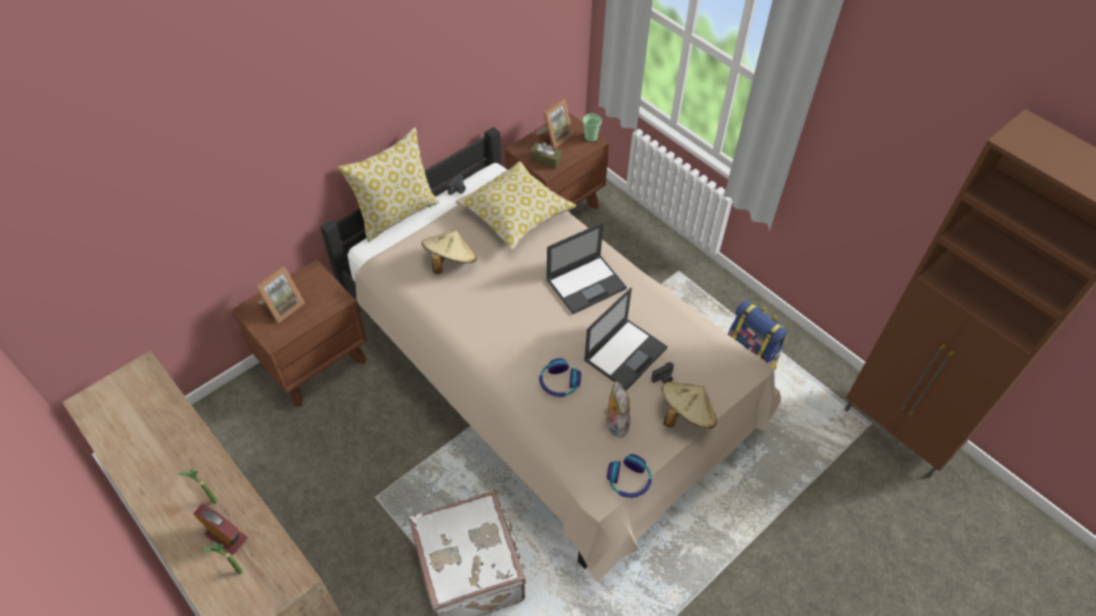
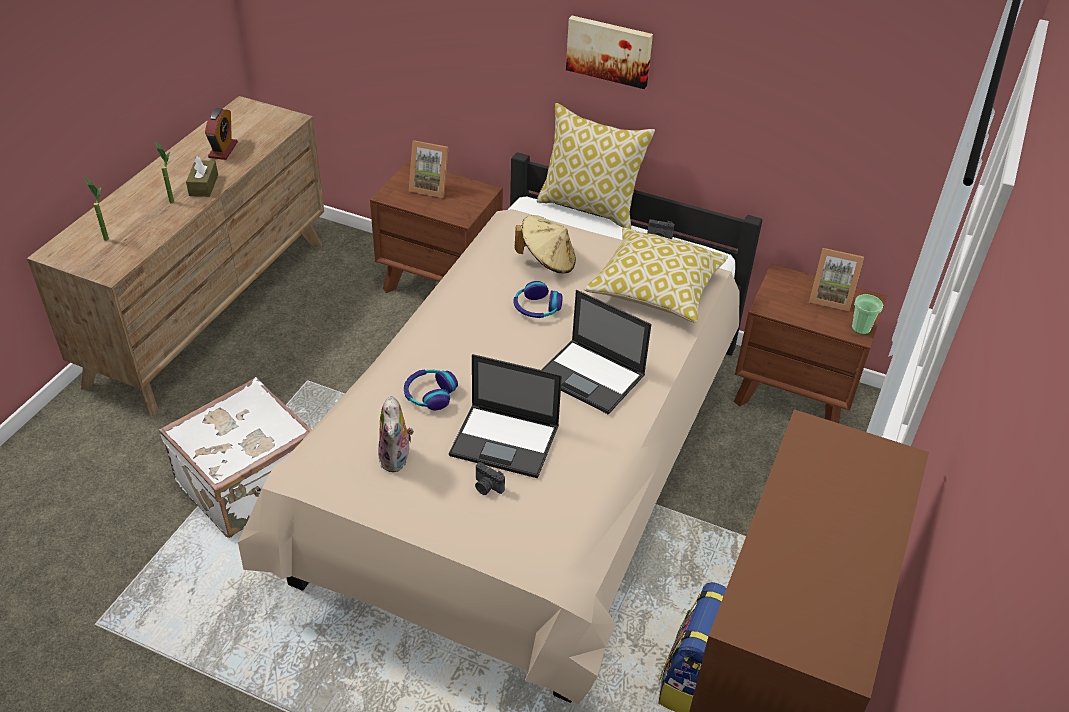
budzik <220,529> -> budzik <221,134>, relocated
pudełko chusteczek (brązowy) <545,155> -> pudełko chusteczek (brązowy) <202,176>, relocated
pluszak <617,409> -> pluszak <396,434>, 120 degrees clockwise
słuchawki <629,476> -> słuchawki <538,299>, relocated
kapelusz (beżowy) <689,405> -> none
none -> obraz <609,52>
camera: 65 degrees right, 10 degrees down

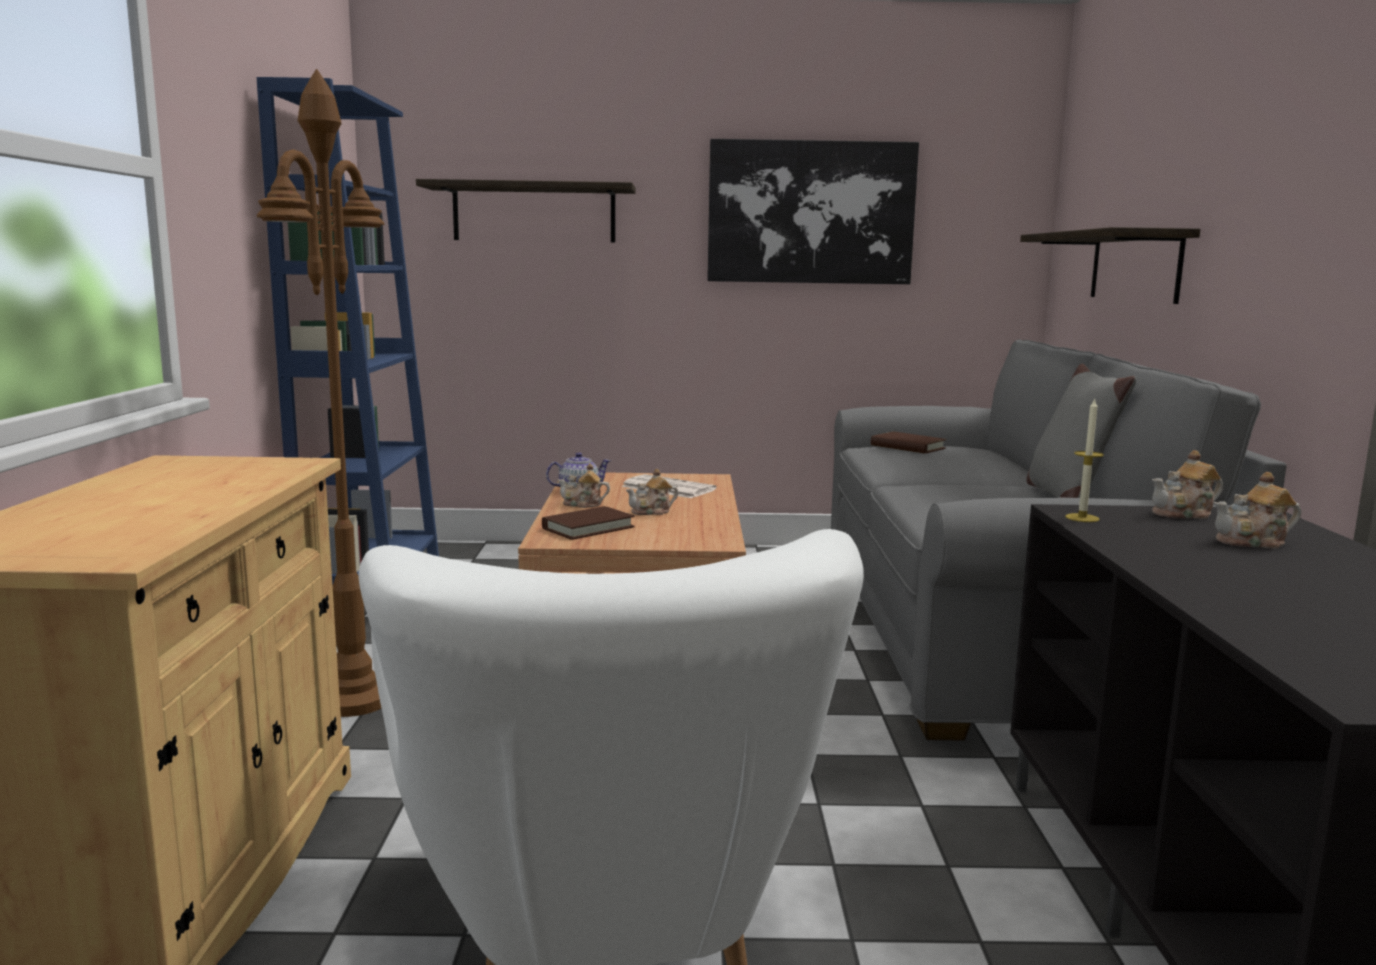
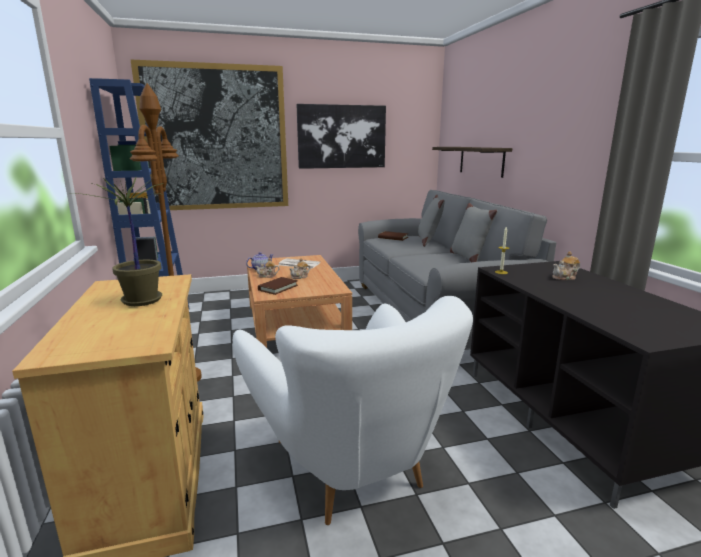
półka <526,210> -> obraz <209,134>
imbryk <1187,484> -> none
none -> roślina doniczkowa <120,241>
none -> poduszka (szary) <431,221>
camera: 15 degrees left, 5 degrees up

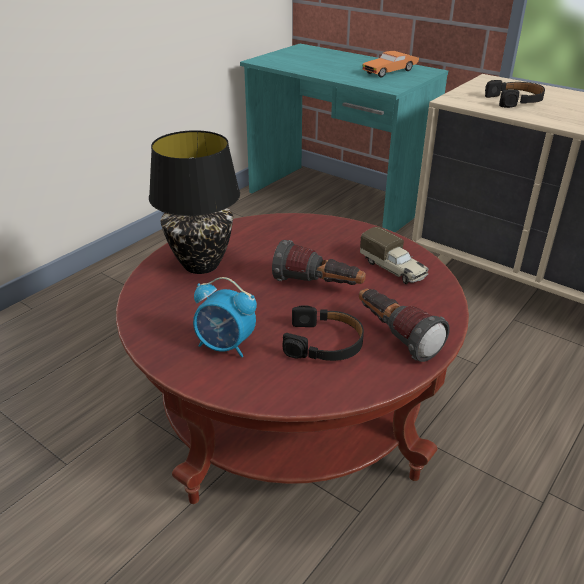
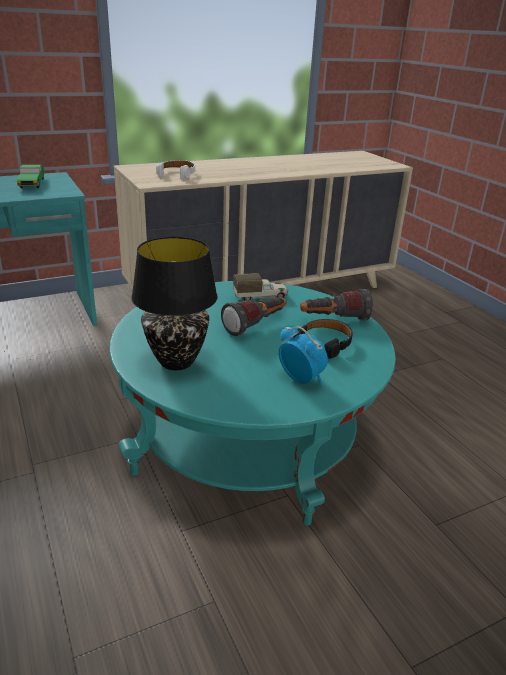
ława (czerwony) <292,358> -> ława (turkusowy) <253,403>
budzik <225,317> -> budzik <303,355>, 90 degrees counterclockwise
samochodzik (pomarańczowy) <391,64> -> samochodzik (zielony) <30,177>
słuchawki (czarny) <515,94> -> słuchawki (biały) <175,169>
camera: 65 degrees left, 5 degrees down

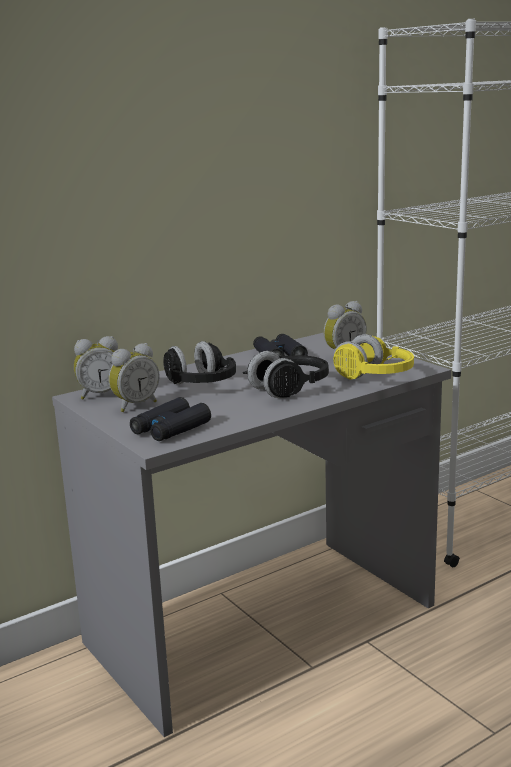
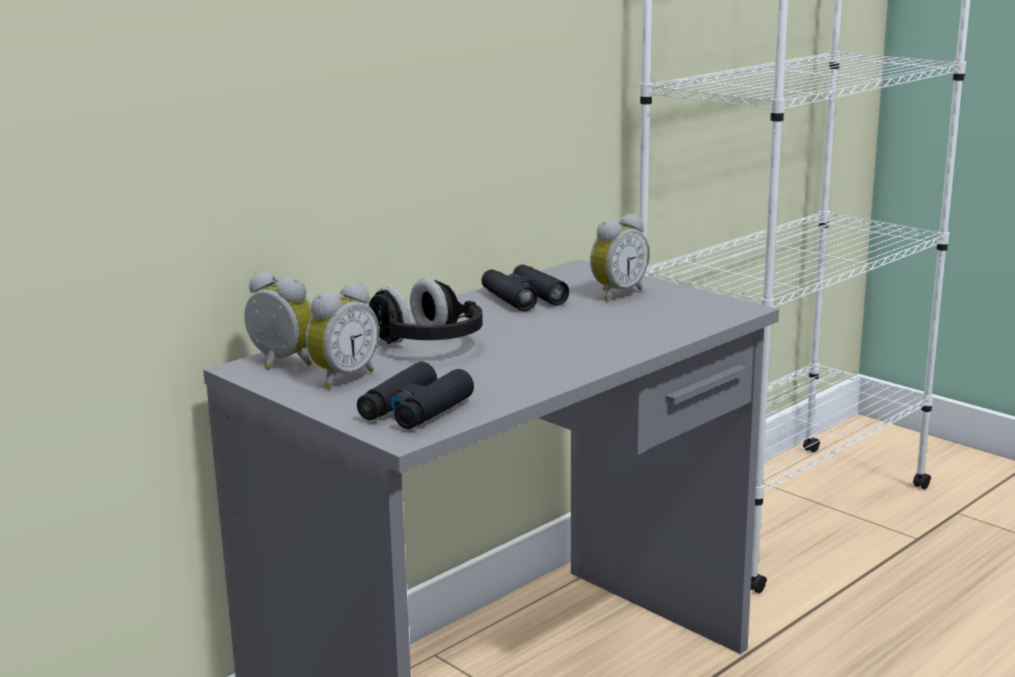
budzik <96,367> -> budzik <278,320>, 120 degrees counterclockwise
słuchawki (czarny) <286,374> -> none
słuchawki (żółty) <373,357> -> none
camera: 10 degrees left, 0 degrees up

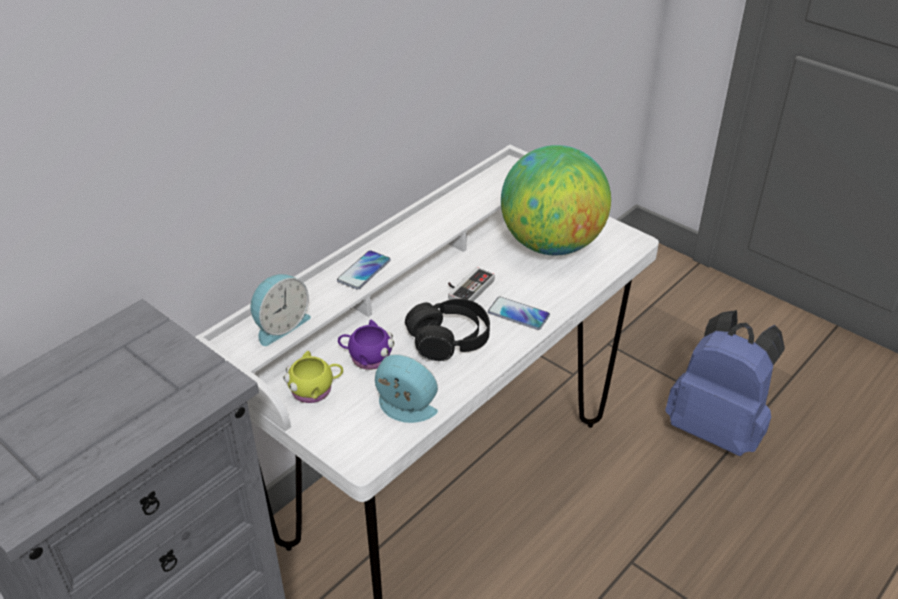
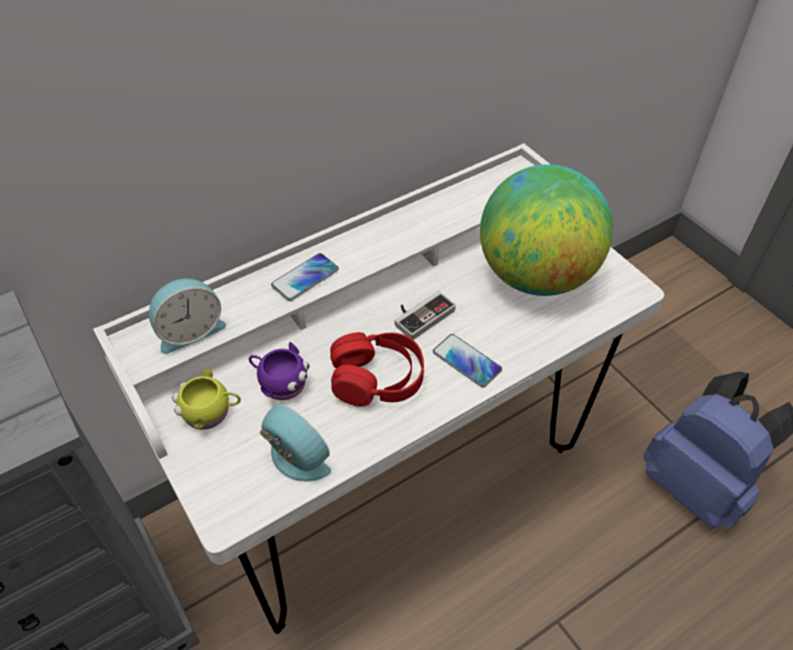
słuchawki (czarny) <447,330> -> słuchawki (czerwony) <377,369>
camera: 15 degrees right, 10 degrees up

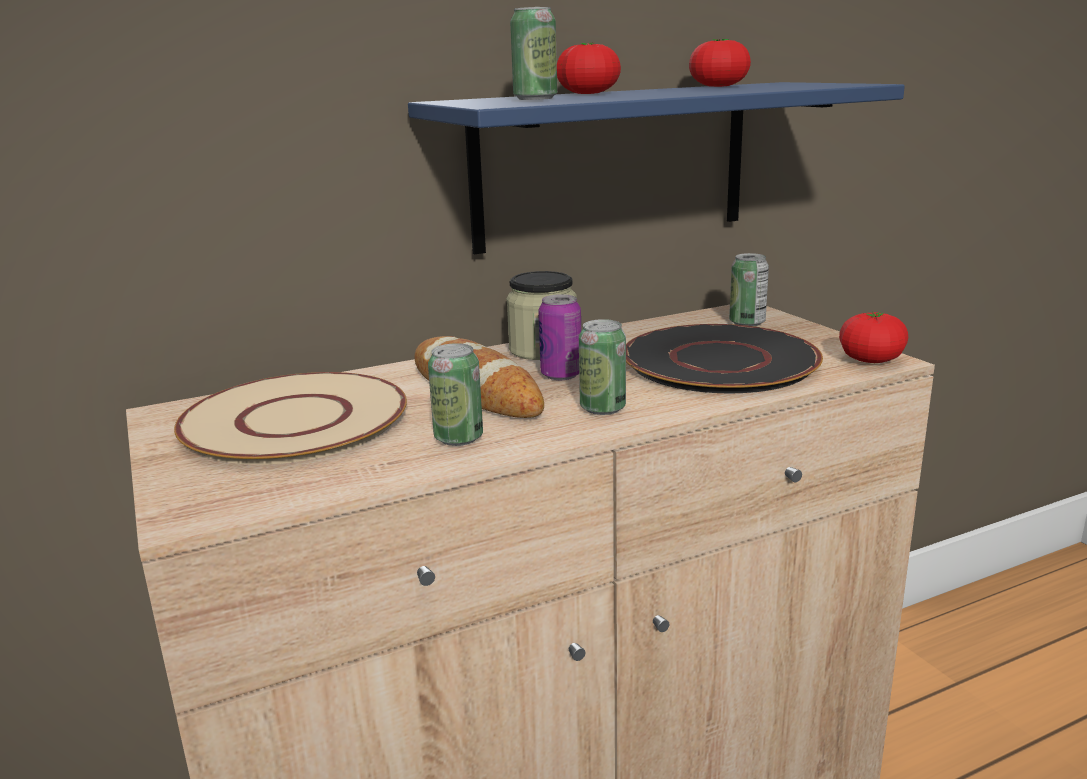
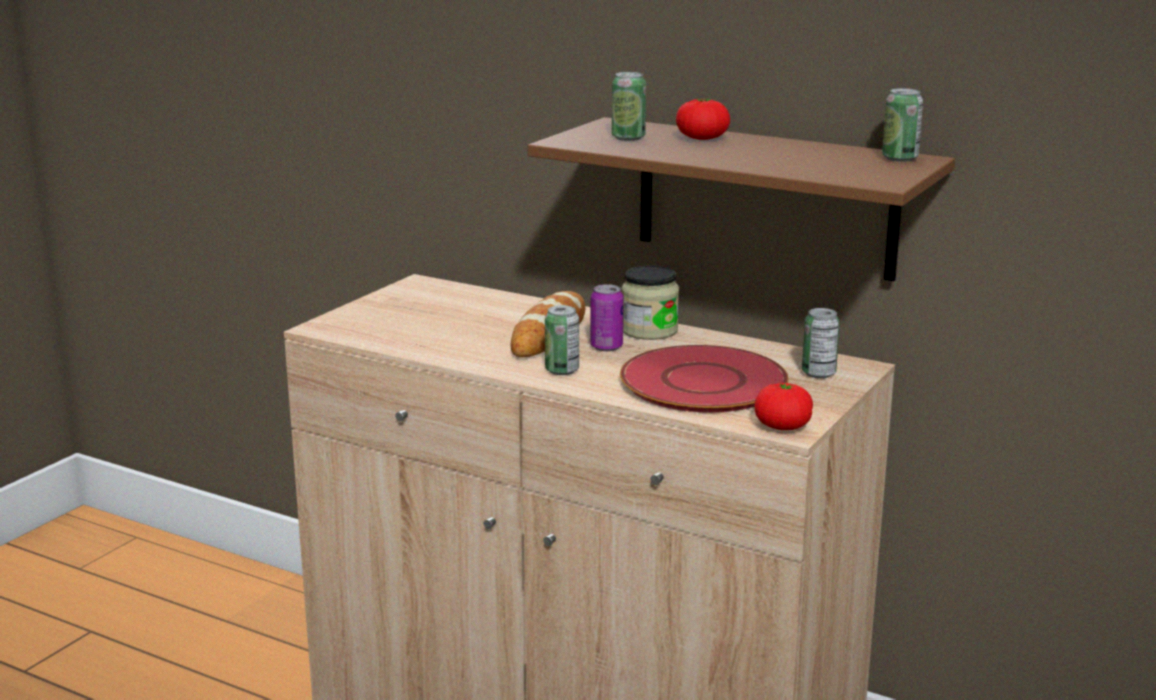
talerz (beżowy) <290,418> -> none
półka (niebieski) <656,168> -> półka (brązowy) <741,199>
puszka <455,394> -> puszka <902,125>, relocated
talerz (czarny) <724,358> -> talerz (czerwony) <704,378>
pomidor <720,63> -> none
camera: 55 degrees right, 0 degrees up

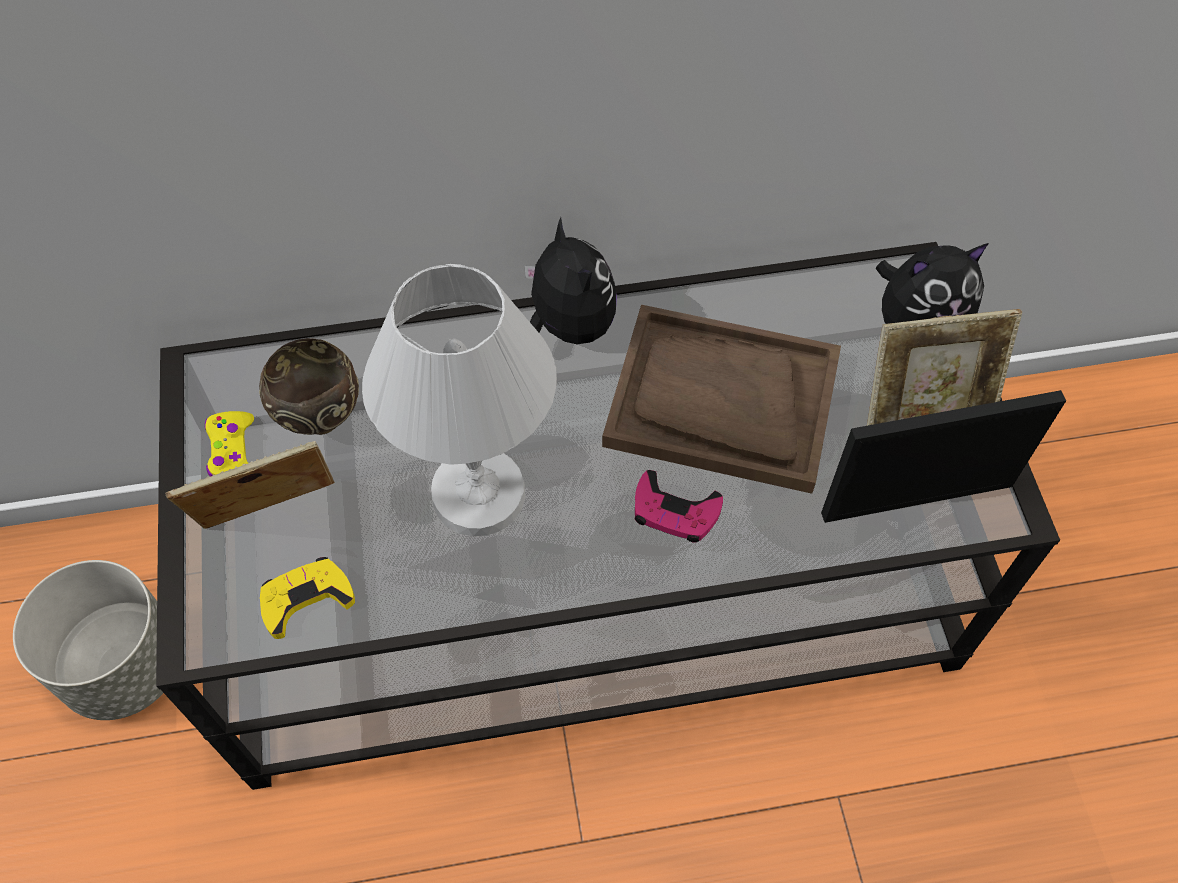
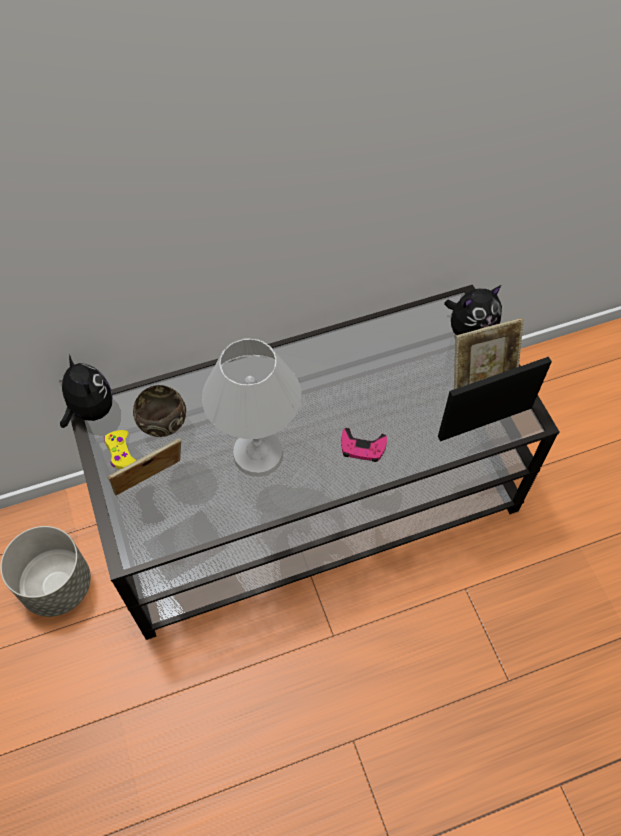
pad do gier (żółty) <307,598> -> none
pluszak <570,280> -> pluszak <85,391>, relocated
taca (brązowy) <721,399> -> none
camera: 10 degrees left, 0 degrees up

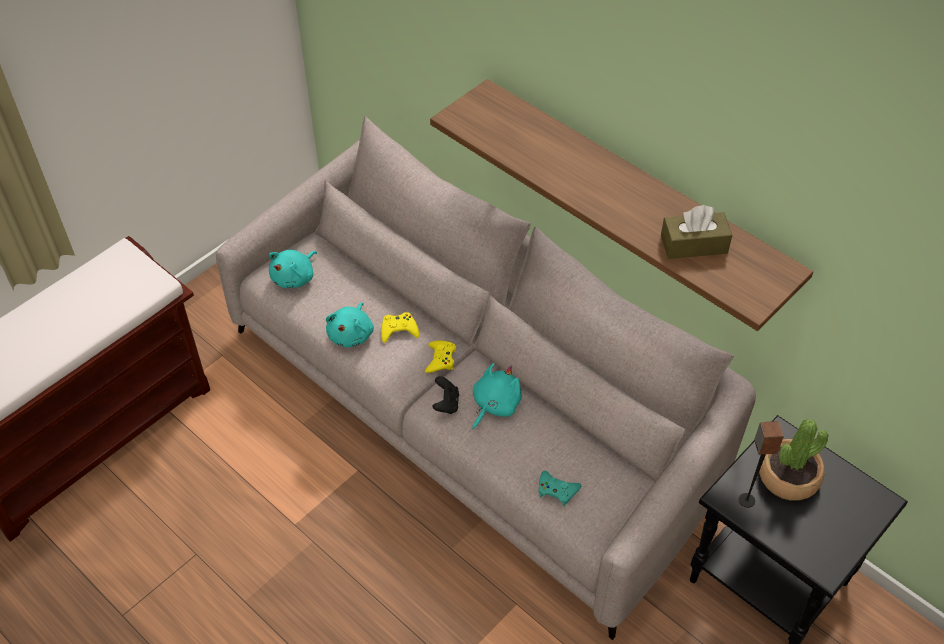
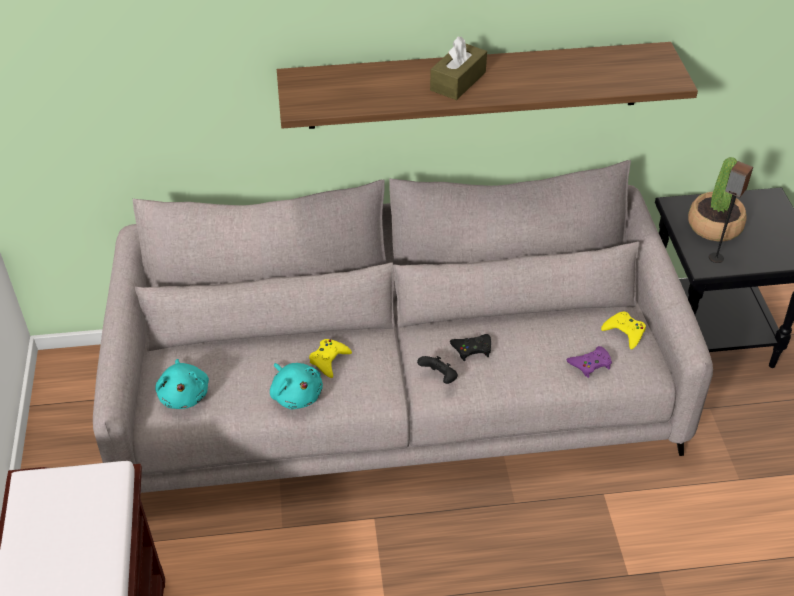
pad do gier (żółty) <440,357> -> pad do gier (żółty) <623,330>, relocated
pluszak (turkusowy) <497,396> -> pad do gier (czarny) <470,347>
pad do gier (turkusowy) <560,488> -> pad do gier (fioletowy) <589,362>
pudełko chusteczek (brązowy) <696,232> -> pudełko chusteczek (brązowy) <458,68>, relocated
camera: 50 degrees left, 5 degrees down

